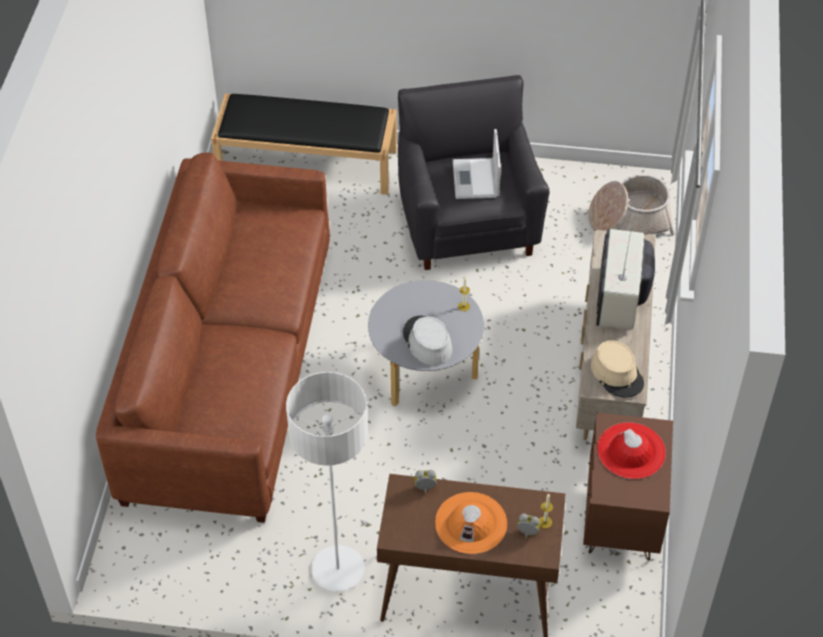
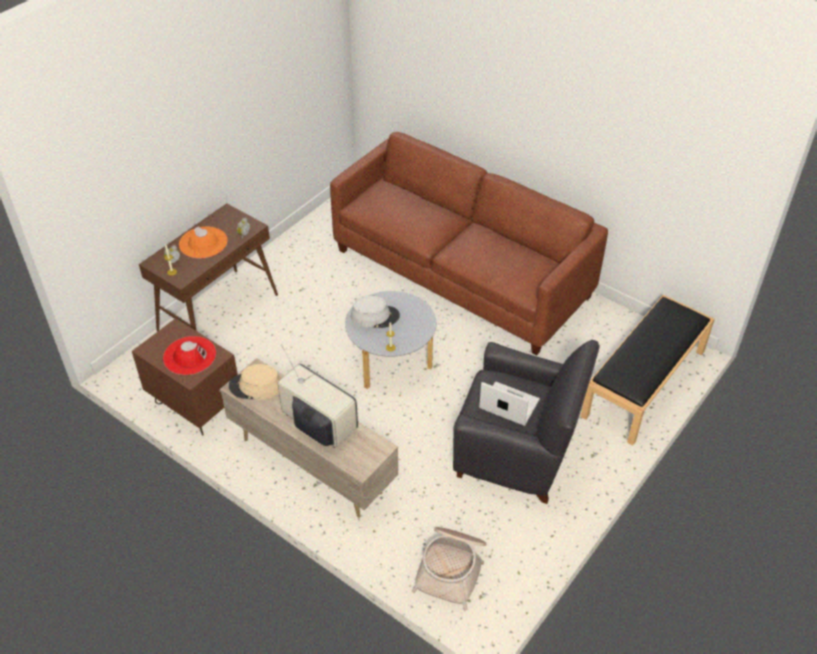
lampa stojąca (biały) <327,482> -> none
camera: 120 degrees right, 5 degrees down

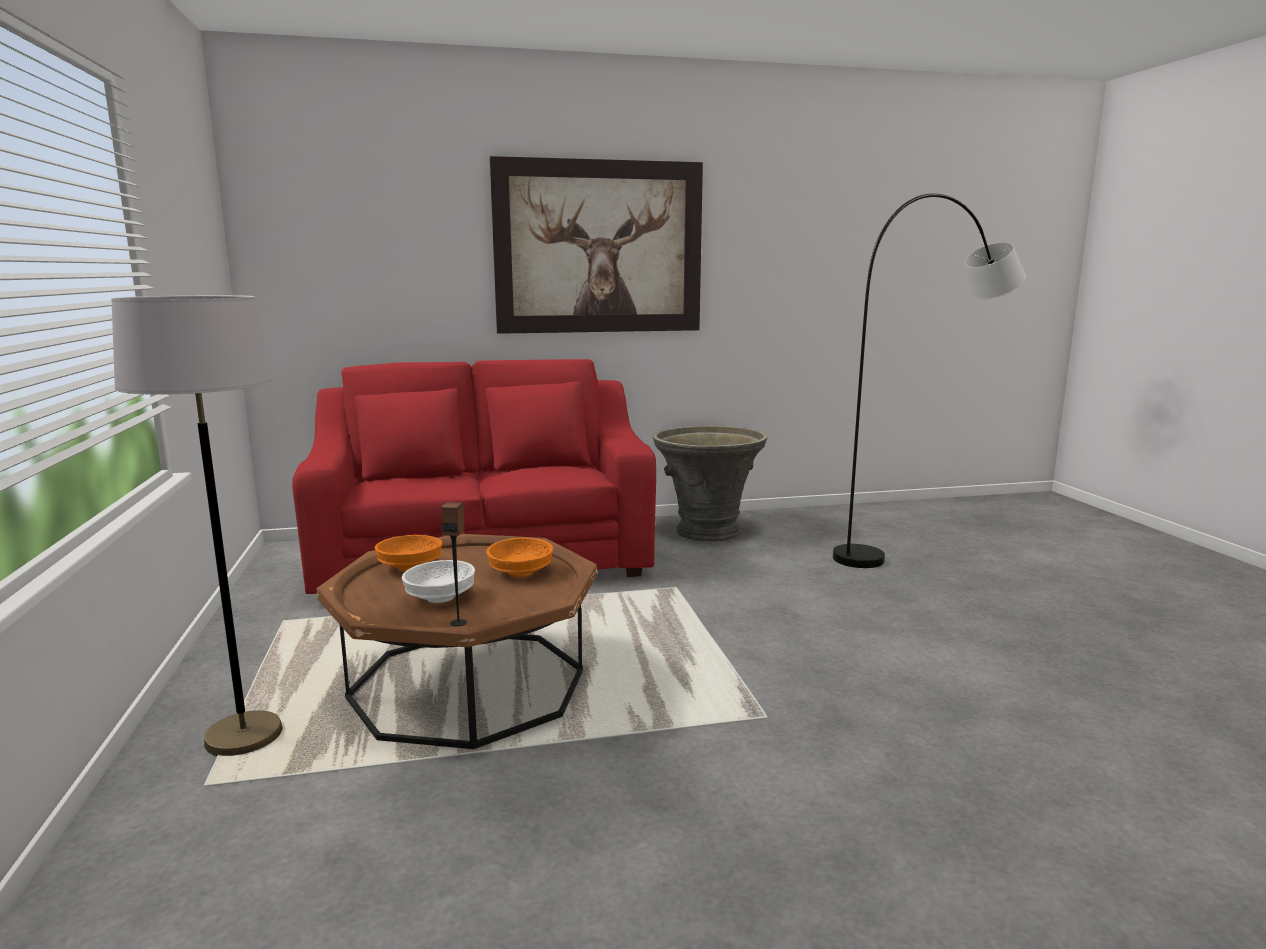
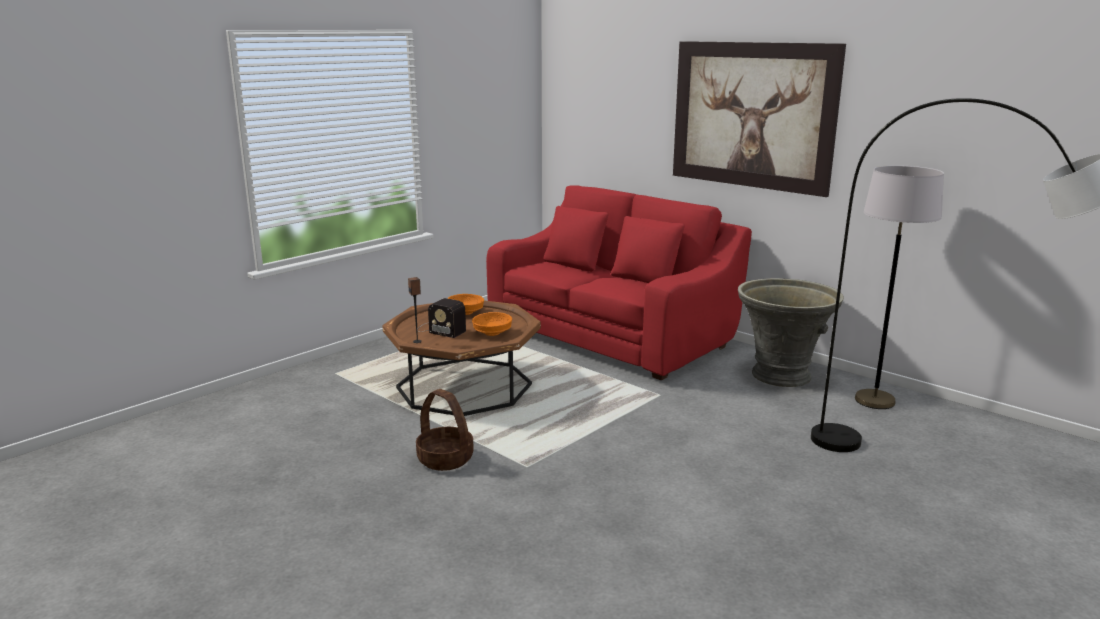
lampa stojąca (szary) <197,525> -> lampa stojąca (szary) <899,287>, relocated
miska (biały) <438,581> -> radio <441,318>
none -> koszyk <445,430>
camera: 55 degrees right, 5 degrees up

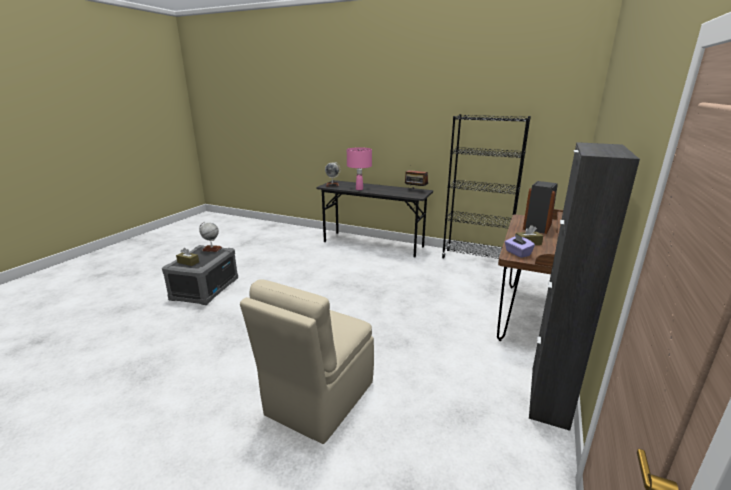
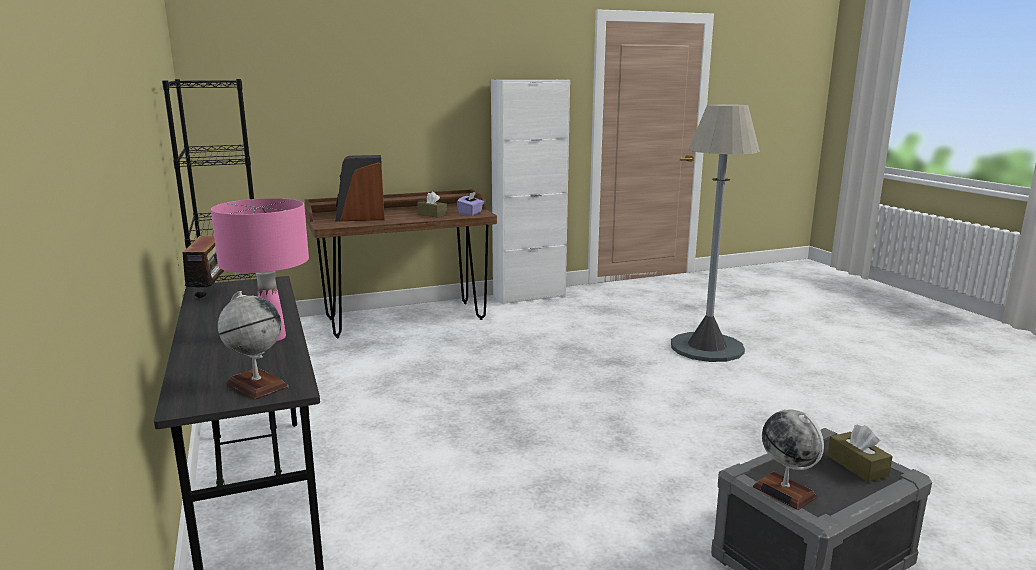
krzesło (beżowy) <307,361> -> lampa stojąca (szary) <715,233>
szafka (czarny) <584,286> -> szafka (biały) <530,192>
camera: 135 degrees left, 5 degrees down

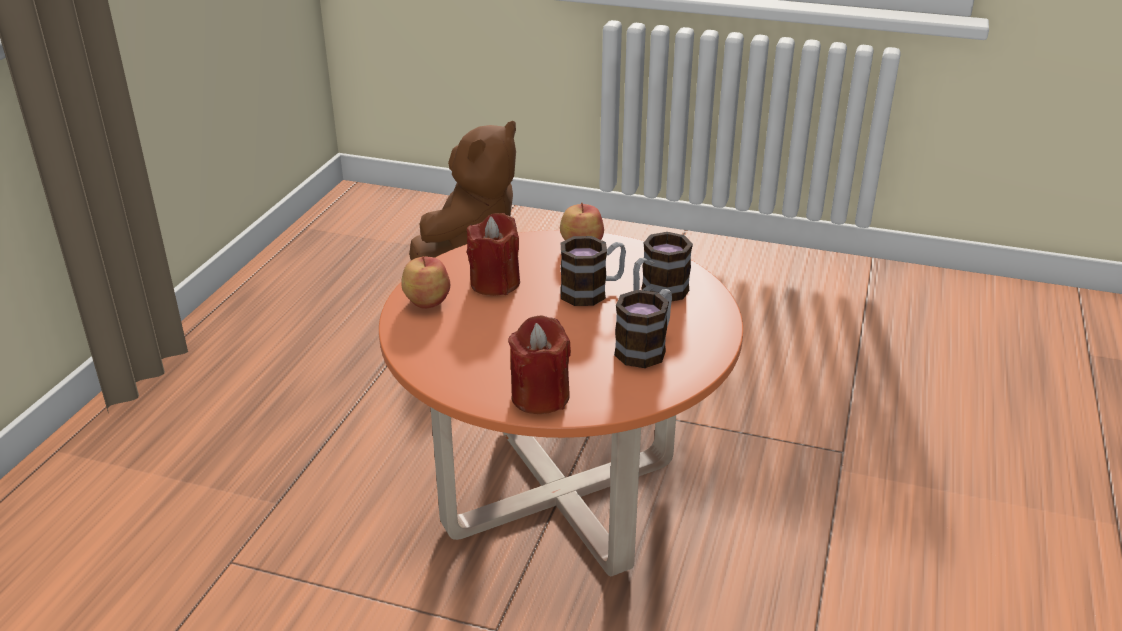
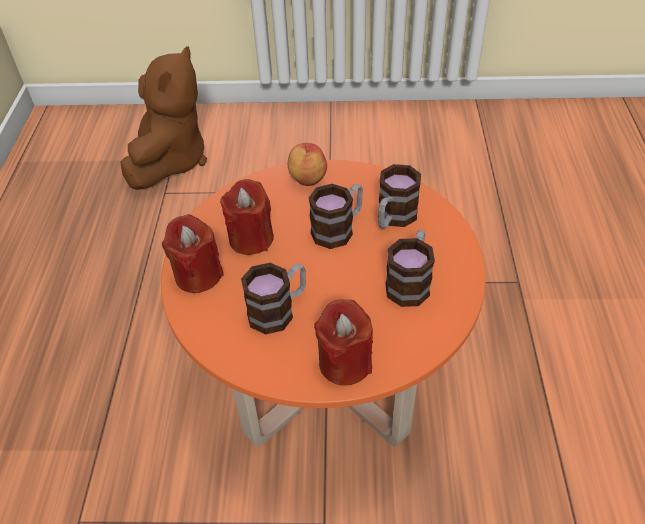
jabłko <425,282> -> świeca (czerwony) <193,253>
none -> kubek <273,299>
camera: 15 degrees left, 15 degrees up

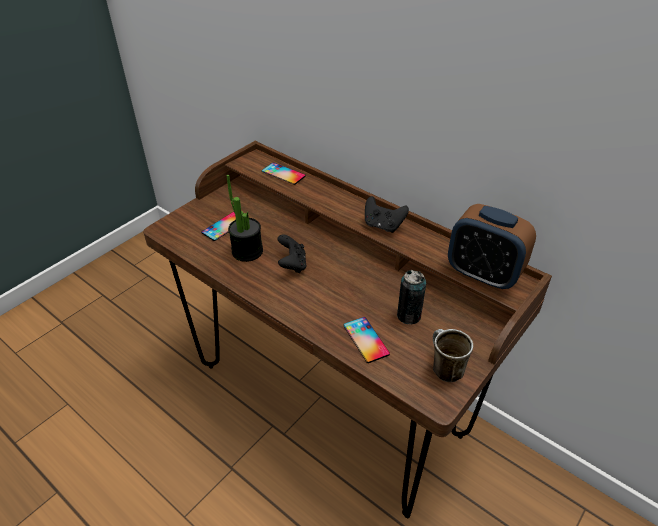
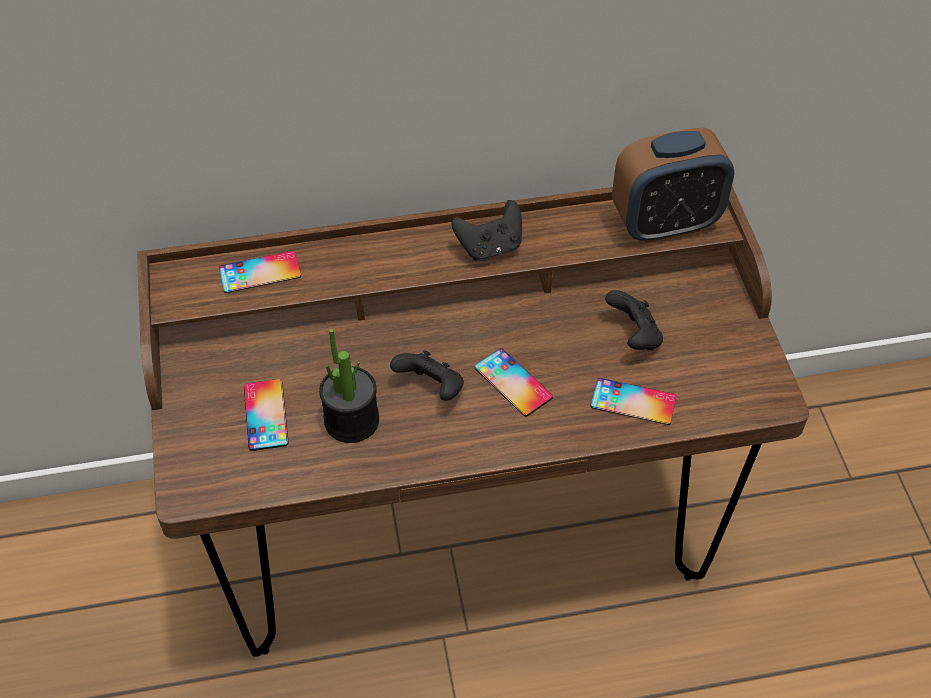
puszka <411,297> -> pad do gier (czarny) <634,320>
kubek <453,355> -> none
none -> telefon <514,382>
camera: 50 degrees left, 10 degrees up

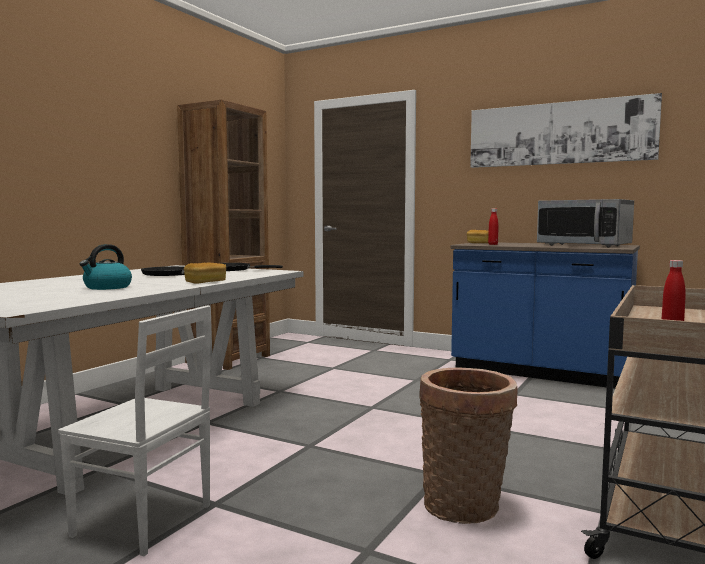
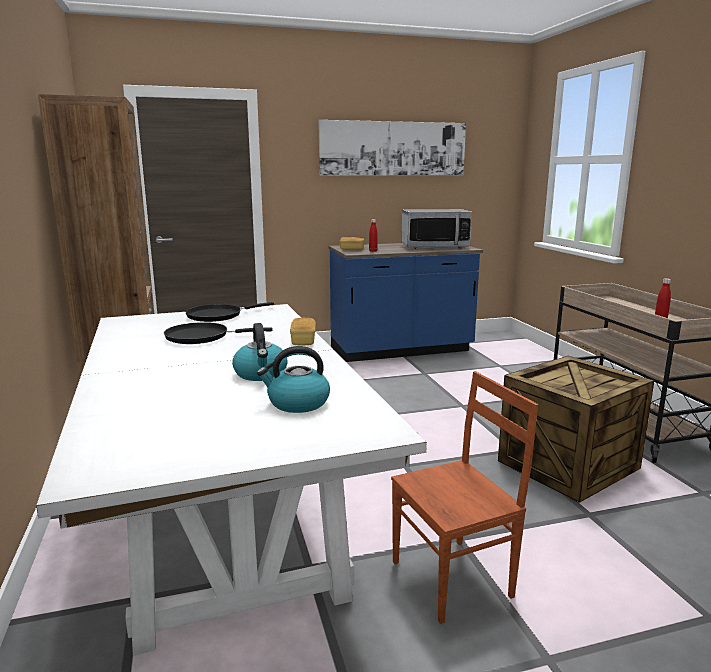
krzesło (biały) <134,430> -> krzesło (brązowy) <464,497>
koszyk <468,445> -> skrzynka <576,429>
none -> czajnik <293,379>
camera: 45 degrees left, 10 degrees up

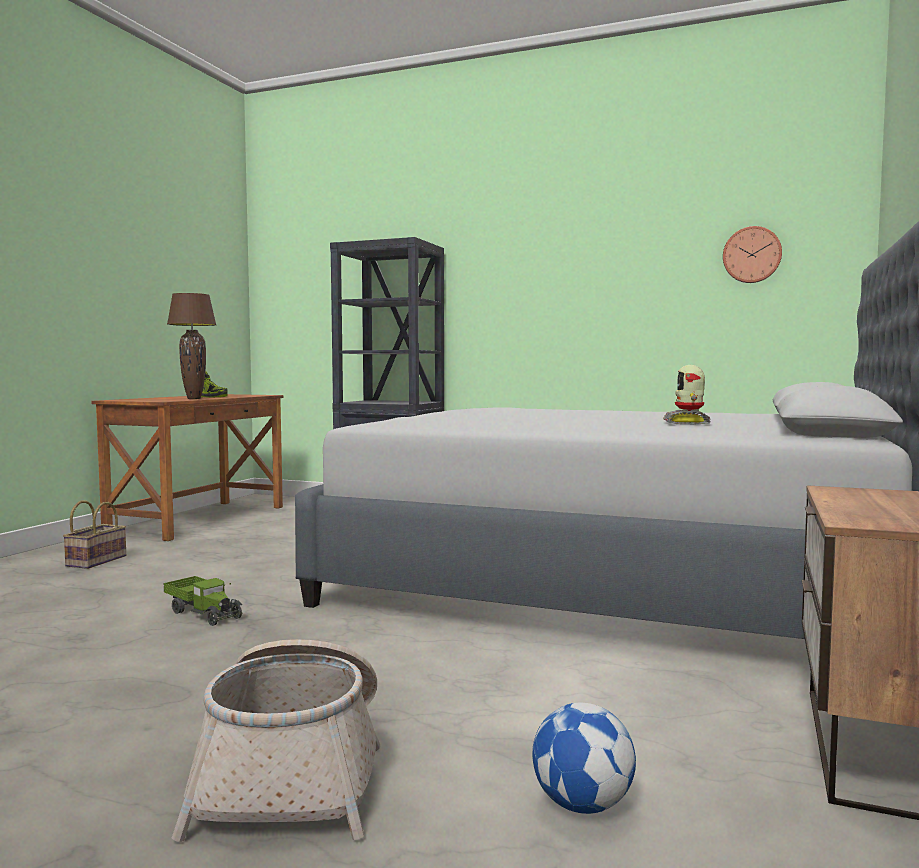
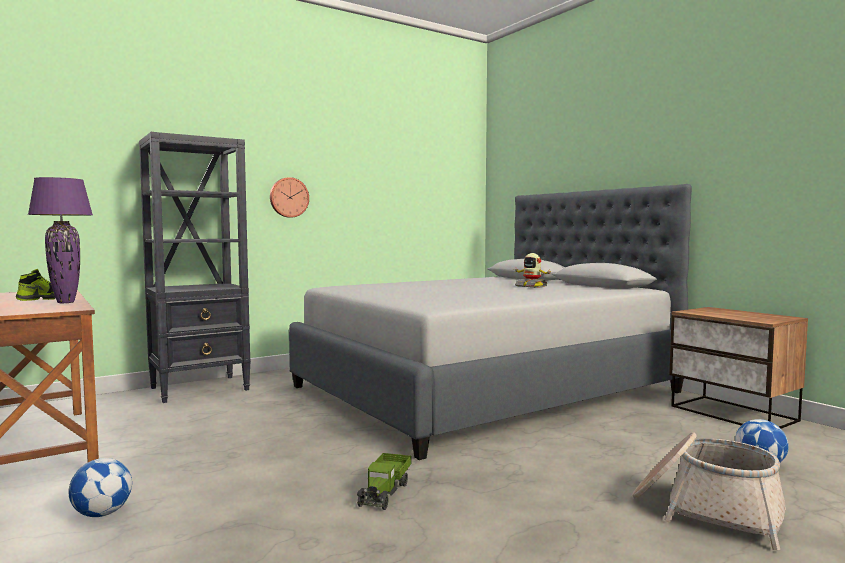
koszyk <94,534> -> piłka futbolowa <100,487>
ciężarówka zabawkowa <203,601> -> ciężarówka zabawkowa <384,481>, 120 degrees clockwise
lampa stołowa (brązowy) <191,346> -> lampa stołowa (fioletowy) <60,240>
zegar ścienny <752,254> -> zegar ścienny <289,197>, relocated
camera: 55 degrees left, 0 degrees up

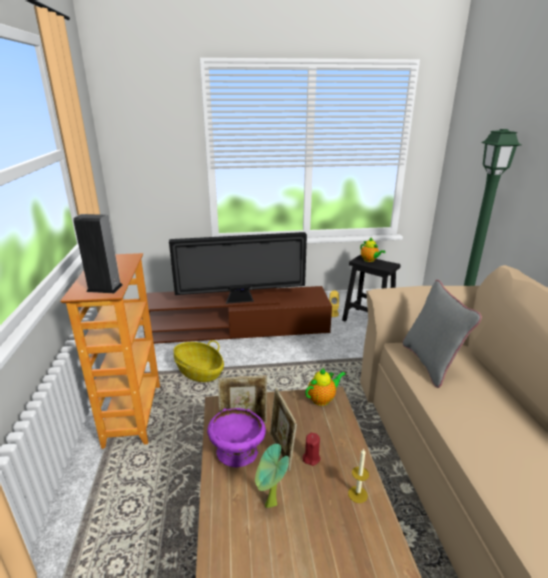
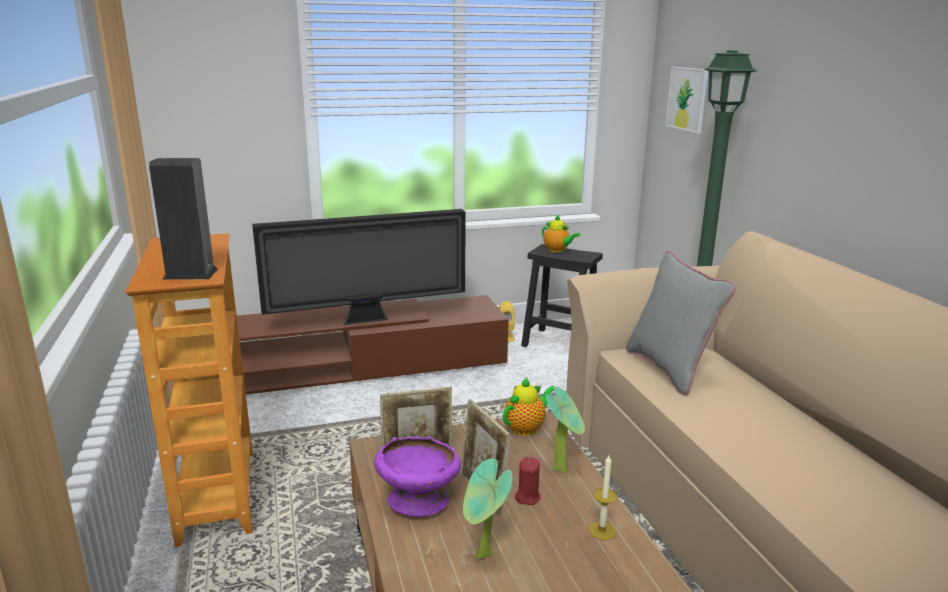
koszyk <199,361> -> none
none -> roślina doniczkowa <565,429>
none -> obraz <686,100>
camera: 10 degrees left, 5 degrees down

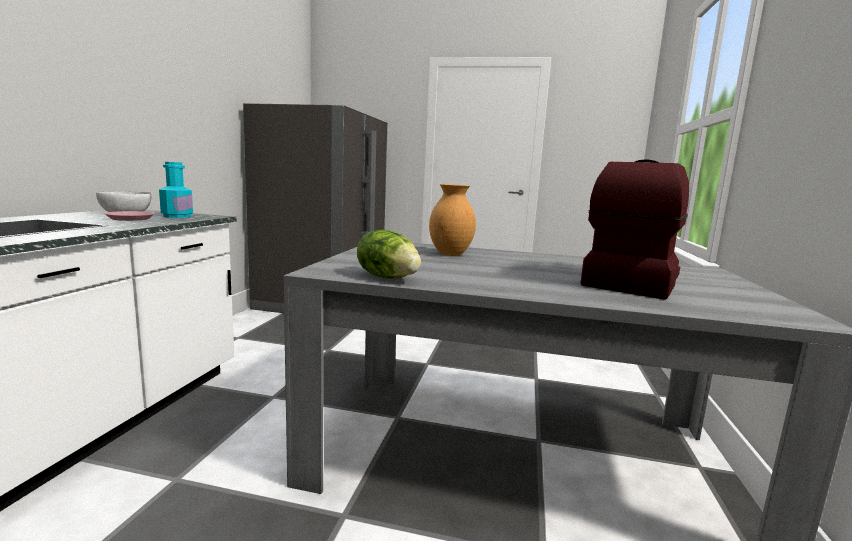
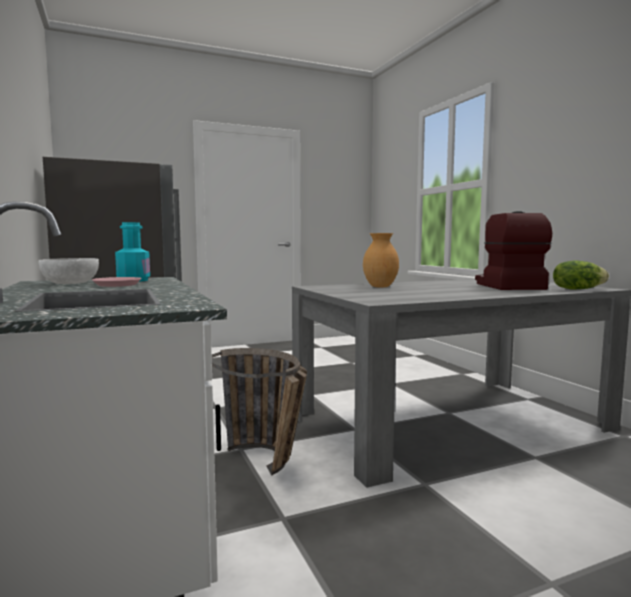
sałata <389,254> -> sałata <581,275>, relocated
none -> koszyk <259,412>
camera: 35 degrees left, 5 degrees down

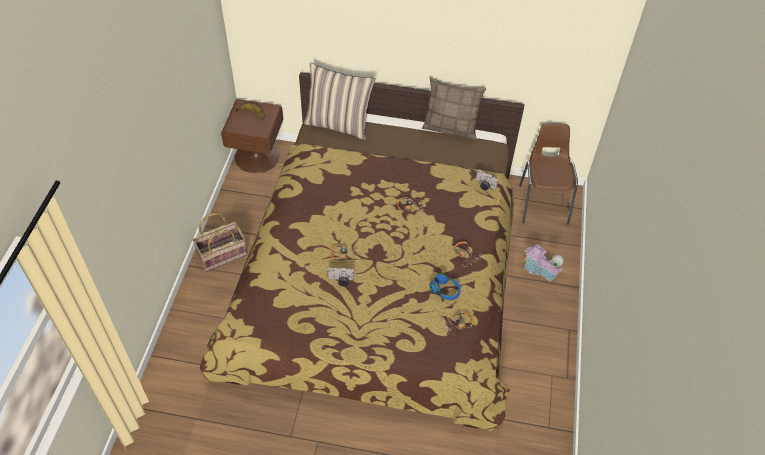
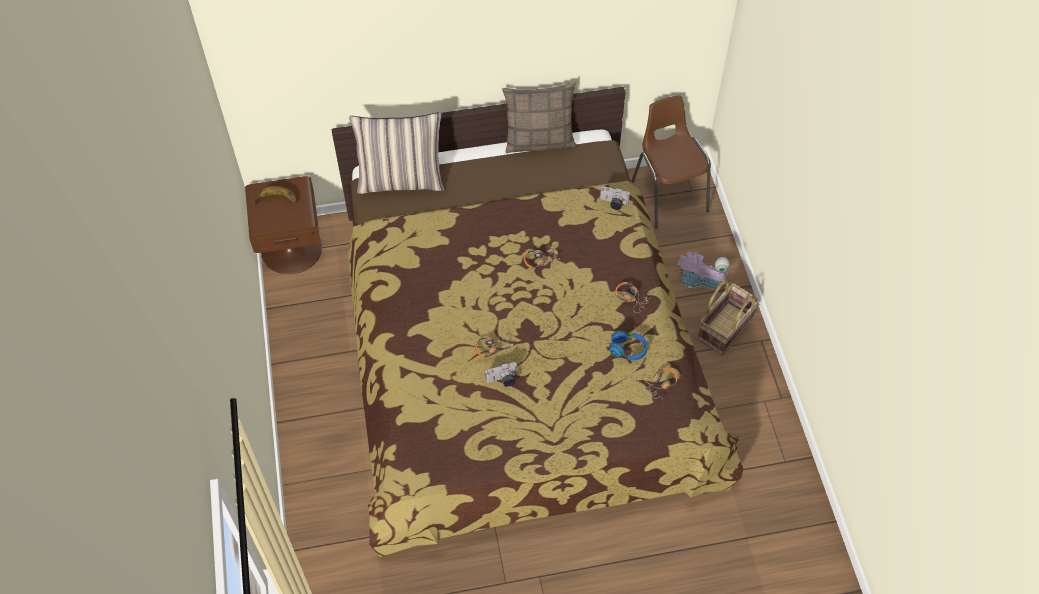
koszyk <220,242> -> koszyk <728,317>, relocated
camera: 20 degrees left, 5 degrees up

